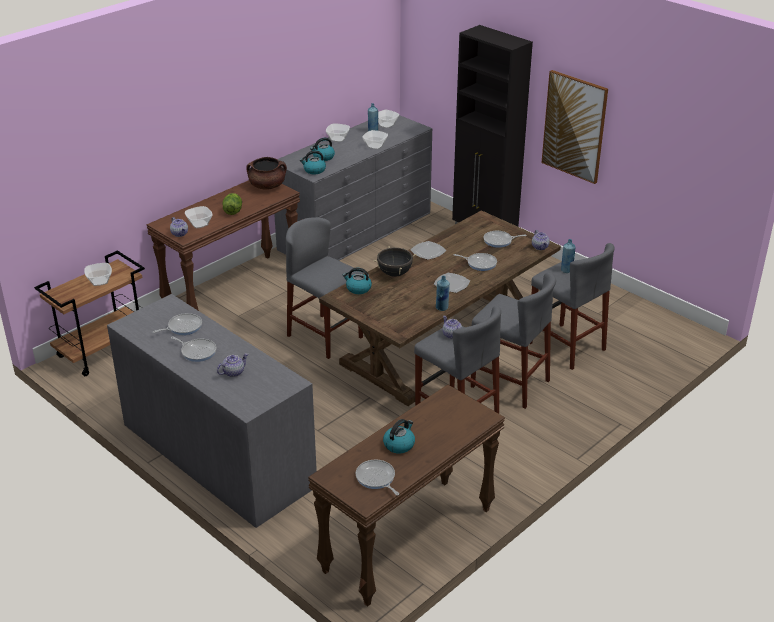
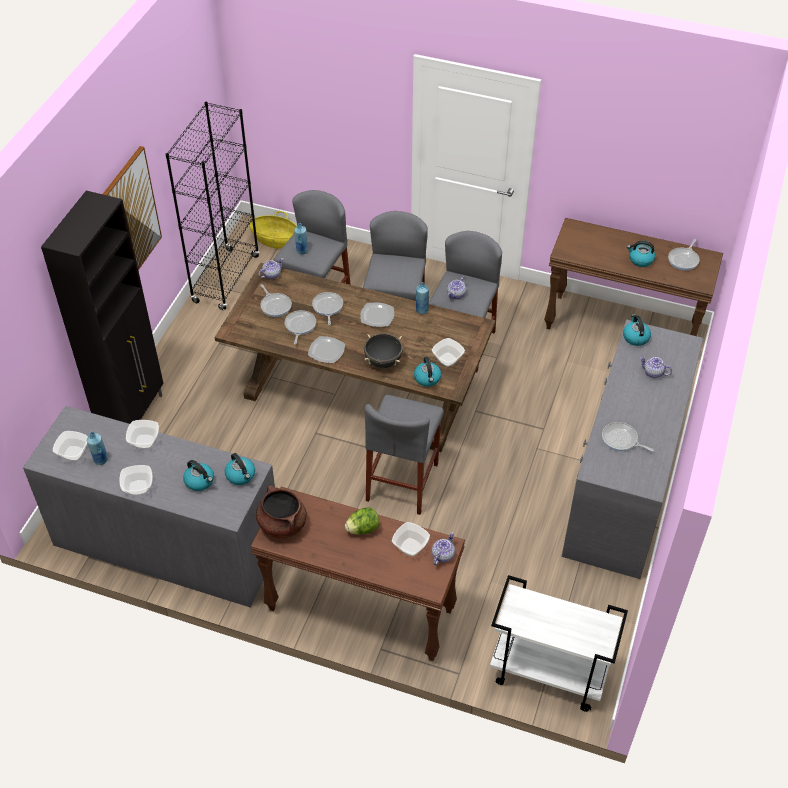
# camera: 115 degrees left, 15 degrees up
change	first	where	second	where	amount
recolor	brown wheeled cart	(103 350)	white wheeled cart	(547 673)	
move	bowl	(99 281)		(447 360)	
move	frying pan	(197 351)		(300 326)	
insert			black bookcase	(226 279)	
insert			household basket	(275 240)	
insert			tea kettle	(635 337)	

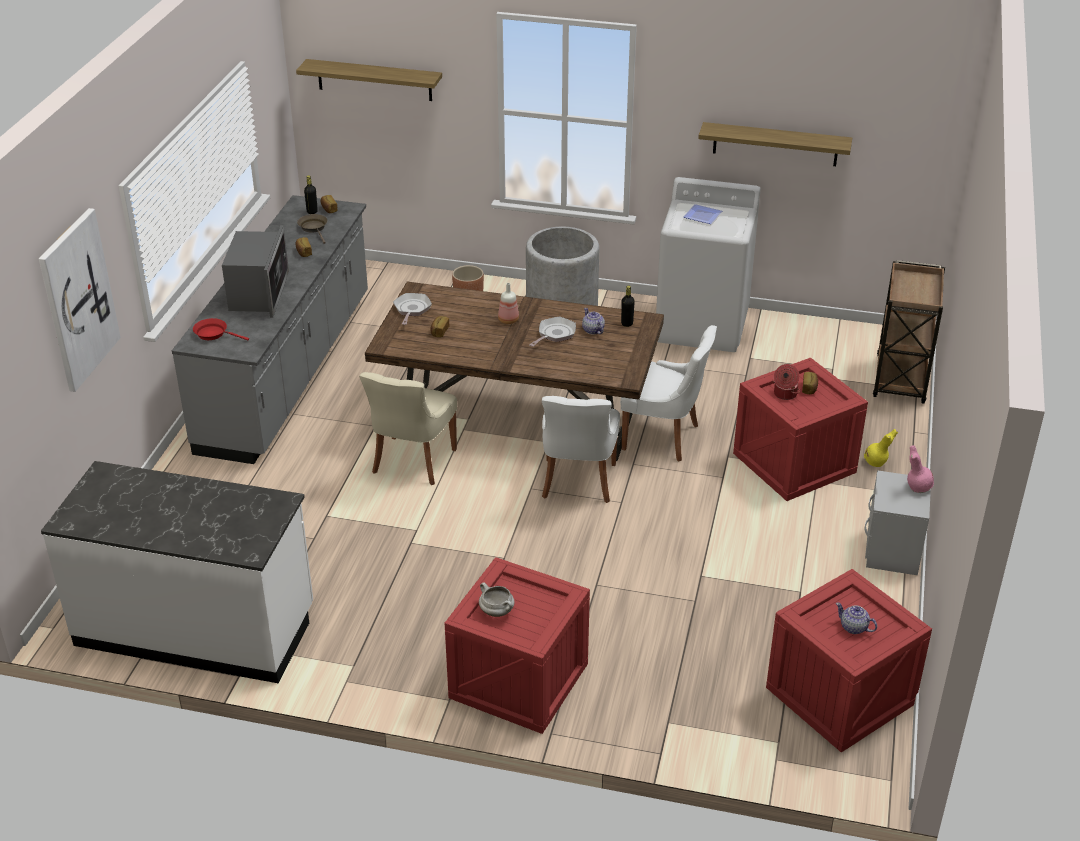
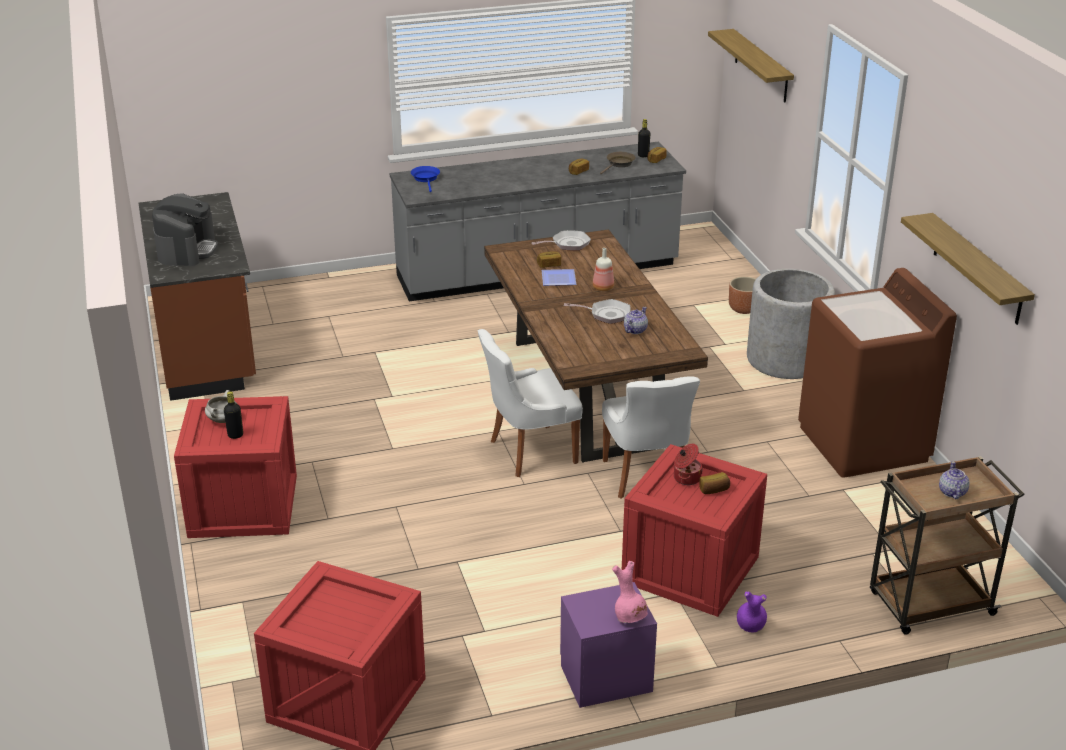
# camera: 60 degrees right, 5 degrees down
change	first	where	second	where	amount
recolor	white laundry machine	(702 325)	brown laundry machine	(863 444)	
move	plate	(703 216)		(557 280)	
delete	wall art	(77 299)			
delete	microwave	(259 293)			
move	black bottle	(627 323)		(235 435)	
recolor	reddish frying pan	(214 334)	blue frying pan	(426 179)	
delete	sand-coloured plain chair	(412 462)			
recolor	yellowish flower vase	(875 463)	purple-coloured flower vase	(750 626)	
recolor	white kitchen counter	(196 627)	brown kitchen counter	(207 347)	
recolor	greyish nightstand	(892 550)	purple-coloured nightstand	(606 678)	
move	tea pot	(854 628)		(952 492)	
insert			coffee maker	(187 250)	

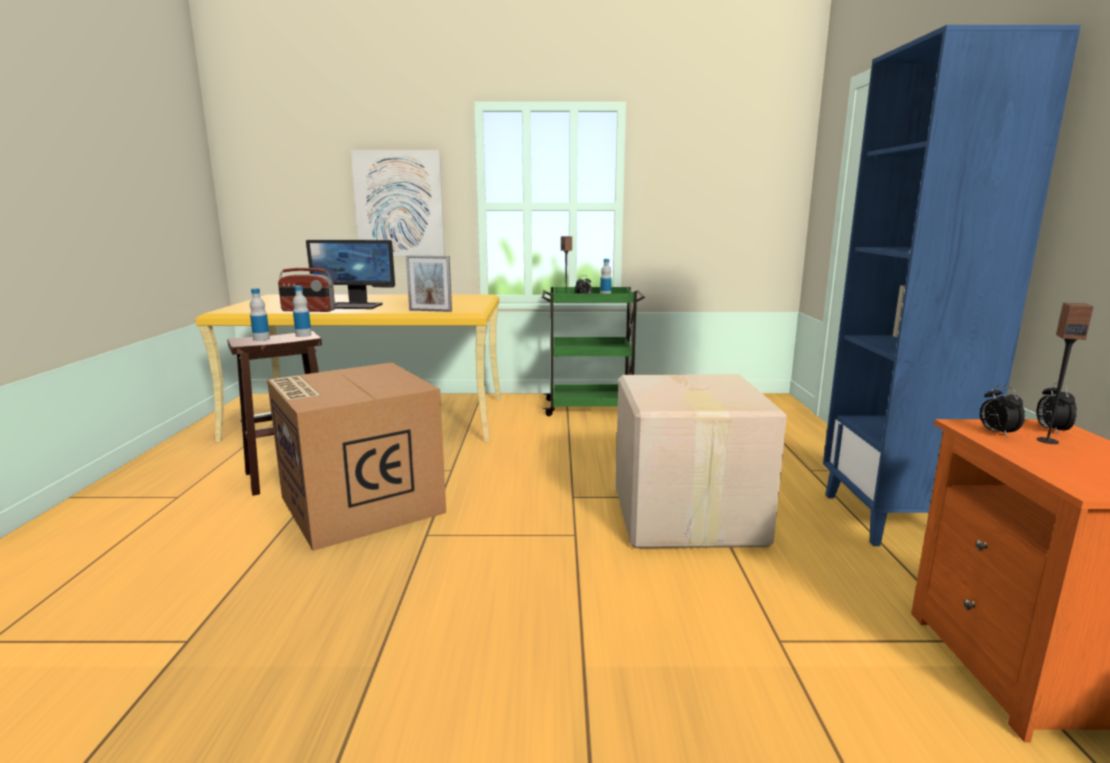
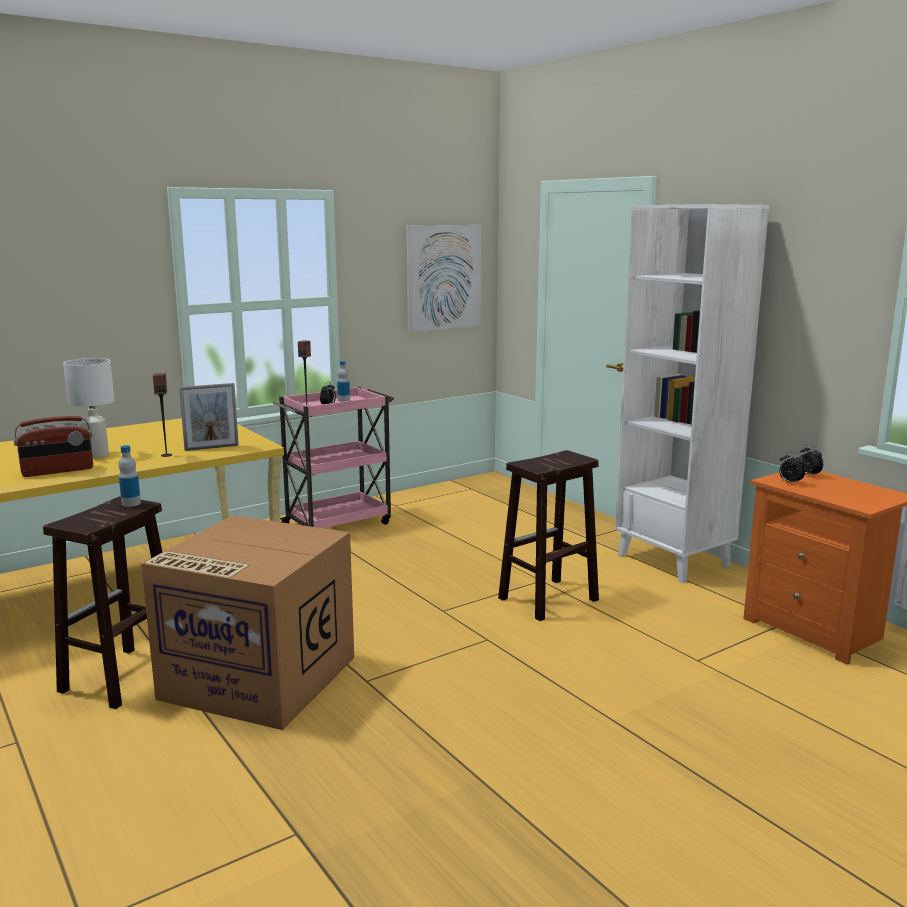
# camera: 35 degrees left, 0 degrees up
change	first	where	second	where	amount
recolor	blue bookcase	(892 519)	white bookcase	(674 560)	
move	wall art	(399 204)		(444 277)	
replace	monitor	(354 306)	white lamp for a table	(98 455)	
recolor	greenish wheeled cart	(590 408)	pink wheeled cart	(338 524)	
delete	bottle	(261 339)			
move	loudspeaker	(1047 441)		(166 455)	
replace	cardboard box	(685 516)	brown sitting stool	(547 600)	

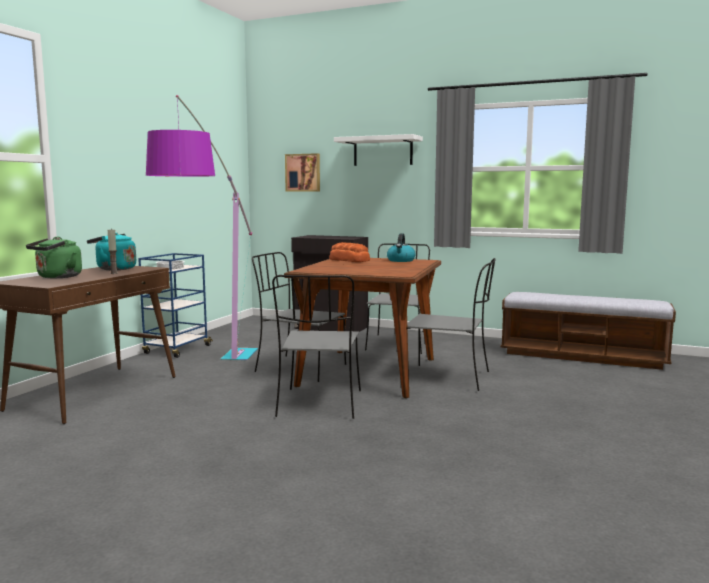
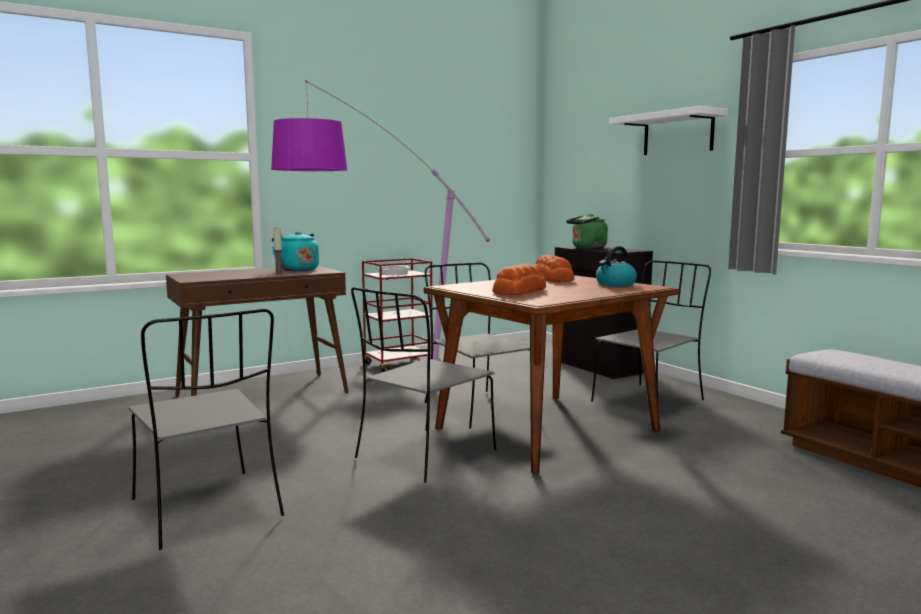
# camera: 35 degrees right, 0 degrees up
change	first	where	second	where	amount
delete	wall art	(303 172)			
move	greenish tea kettle	(57 277)		(587 248)	
recolor	blue wheeled cart	(177 350)	reddish wheeled cart	(399 365)	
move	greyish plain chair	(449 378)		(208 509)	
insert			bakery bread	(520 291)	

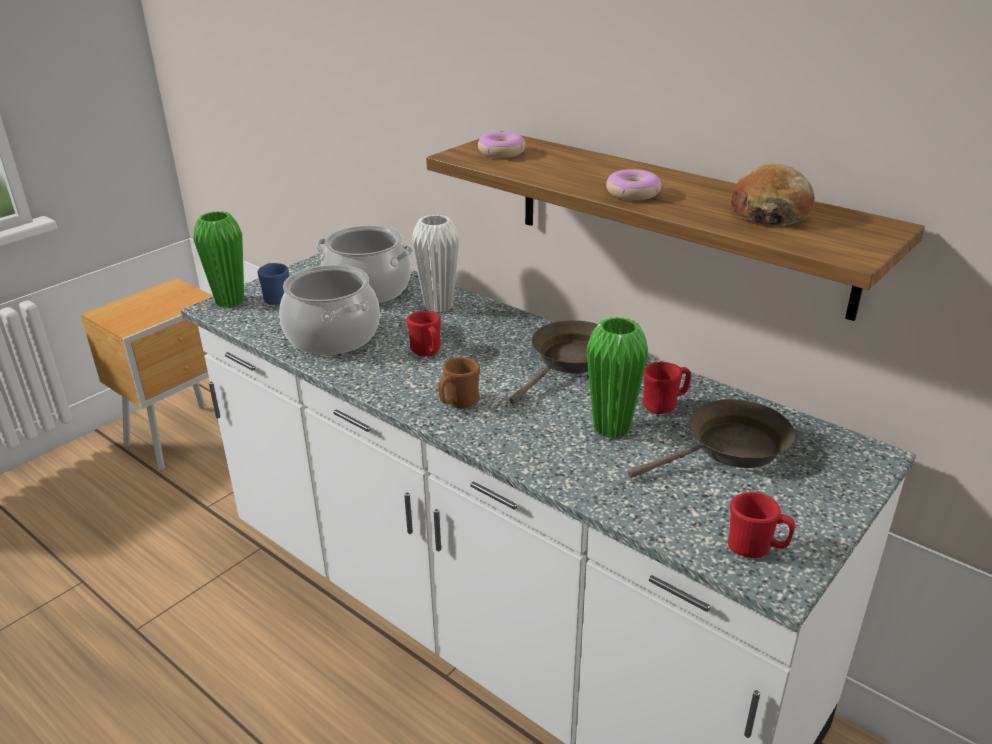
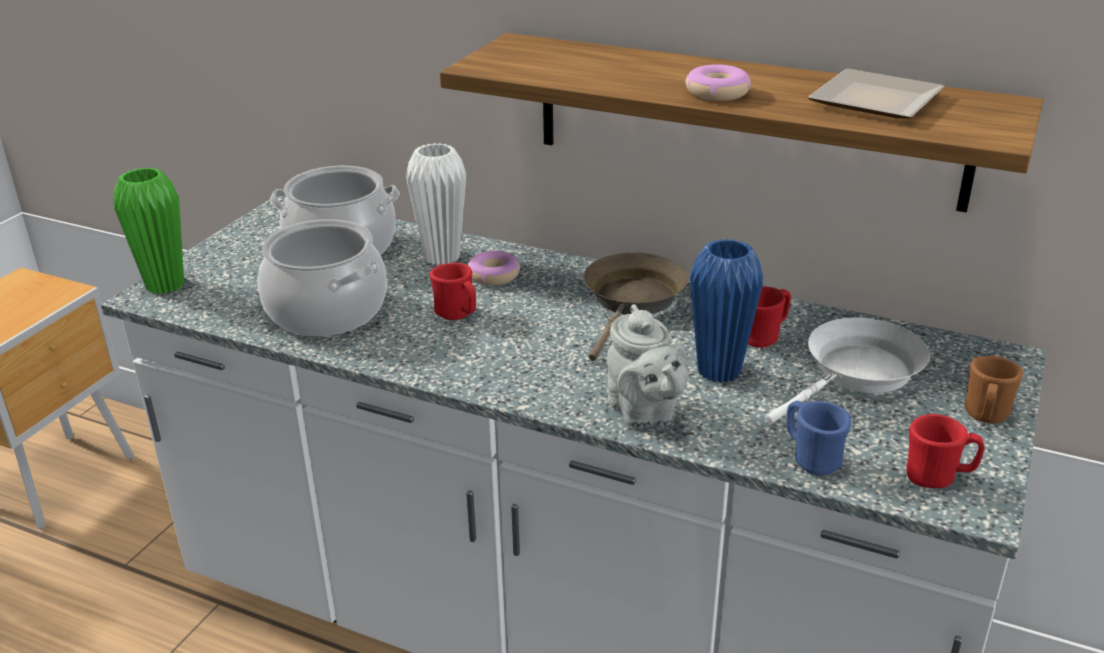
# camera: 15 degrees left, 0 degrees up
change	first	where	second	where	amount
move	ring doughnut	(501 152)		(494 275)	
replace	bakery bread	(769 213)	plate	(880 101)	
move	blue tea mug	(276 298)		(811 458)	
recolor	greenish flower vase	(611 428)	blue flower vase	(719 371)	
move	brown tea mug	(458 403)		(985 416)	
recolor	brown frying pan	(730 448)	white frying pan	(858 374)	
insert			greyish tea pot	(644 413)	

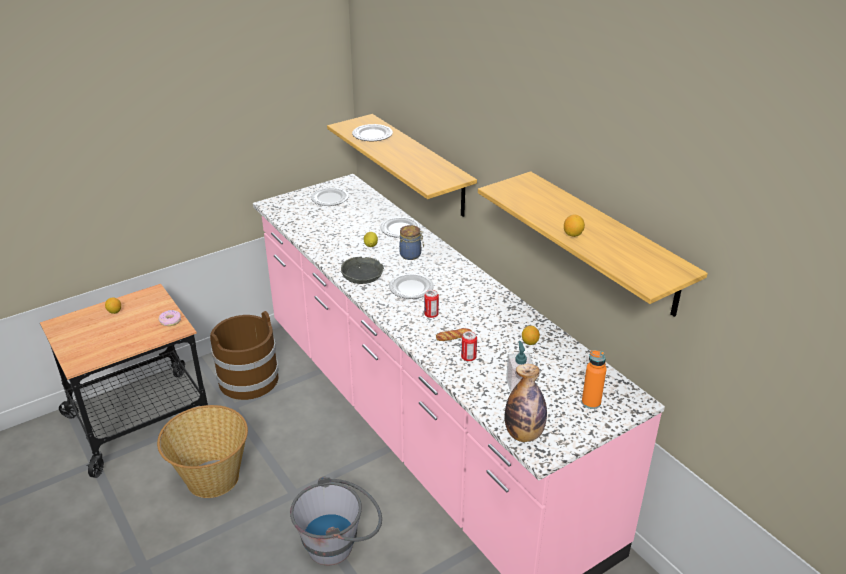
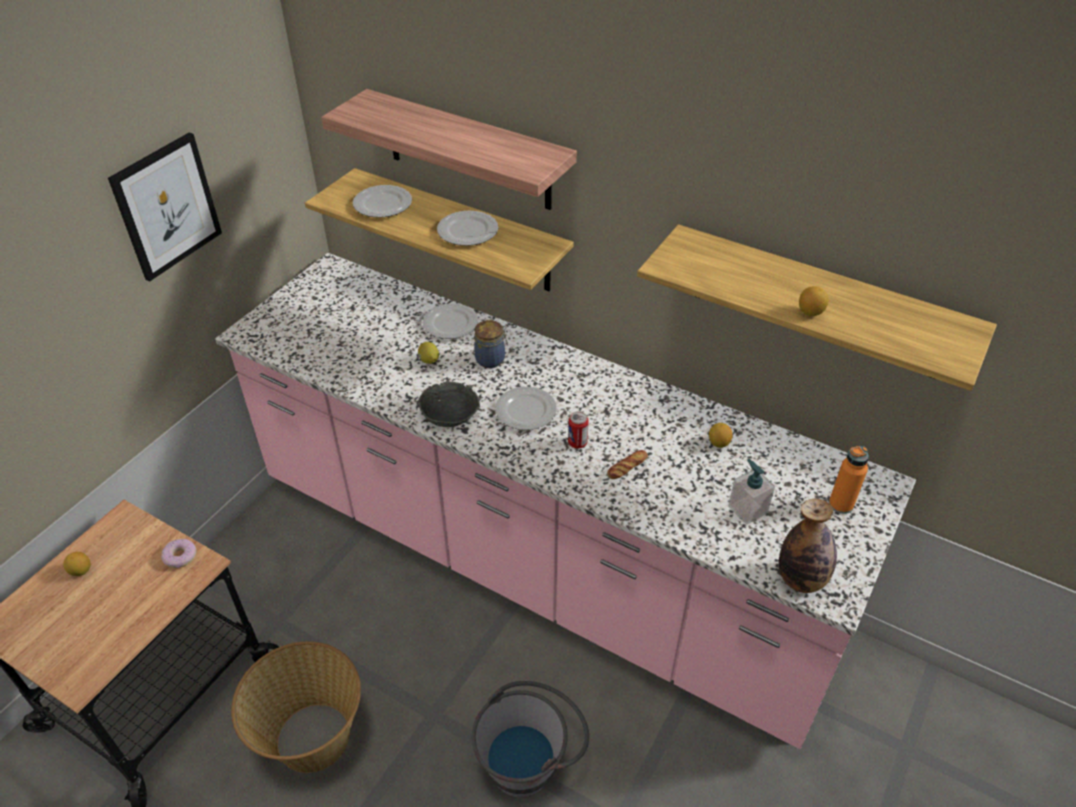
# camera: 25 degrees left, 10 degrees up
change	first	where	second	where	amount
move	plate	(330 199)		(468 231)	
delete	brown water bucket	(249 379)			
delete	metal can	(468 357)			
insert			shelf	(468 151)	
insert			wall art	(167 206)	

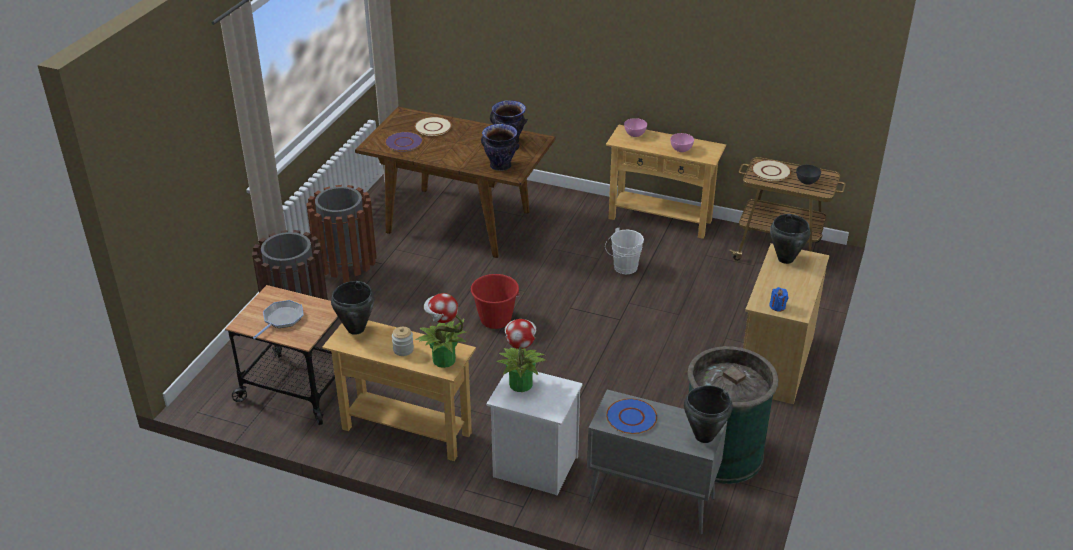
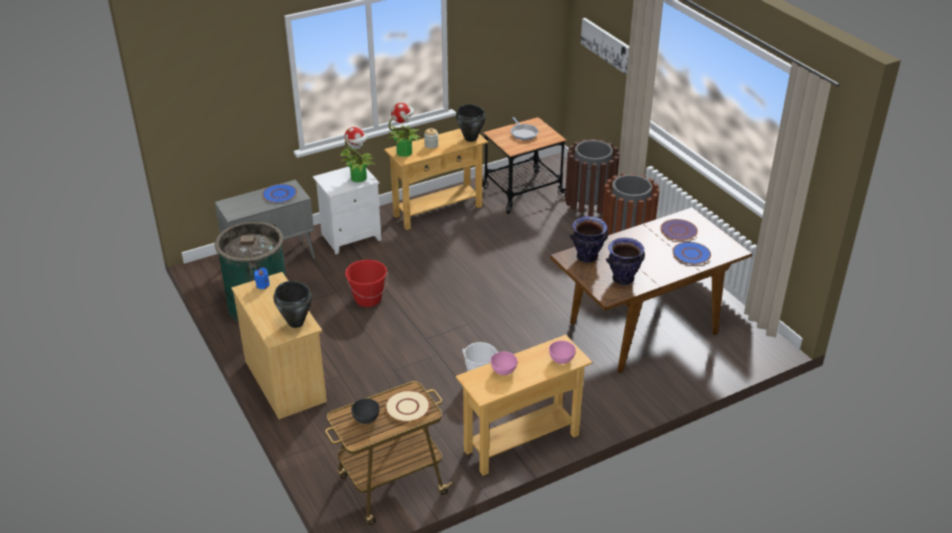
# camera: 130 degrees right, 0 degrees up
change	first	where	second	where	amount
recolor	sand-coloured plate	(433 127)	blue plate	(691 254)	
move	reddish water bucket	(495 320)		(368 299)	
delete	black cooking pot	(703 436)			
insert			wall art	(607 45)	

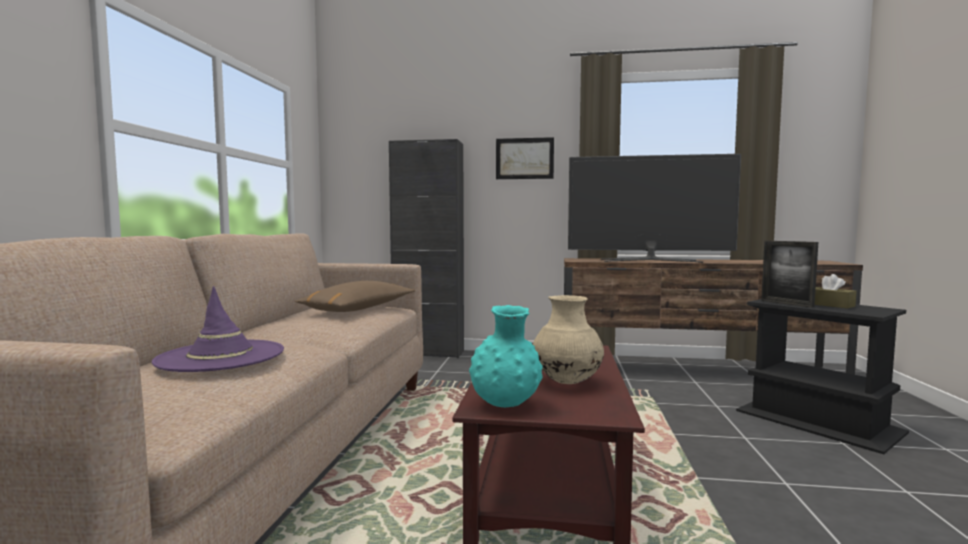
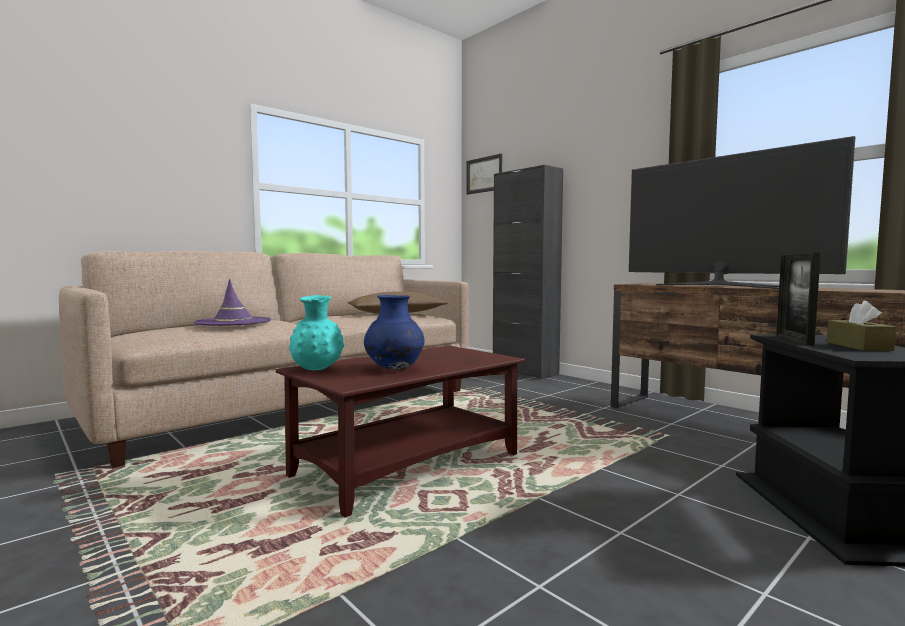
# camera: 40 degrees right, 0 degrees up
change	first	where	second	where	amount
move	wall art	(524 158)		(484 174)	
recolor	sand-coloured flower vase	(567 382)	blue flower vase	(394 368)	

